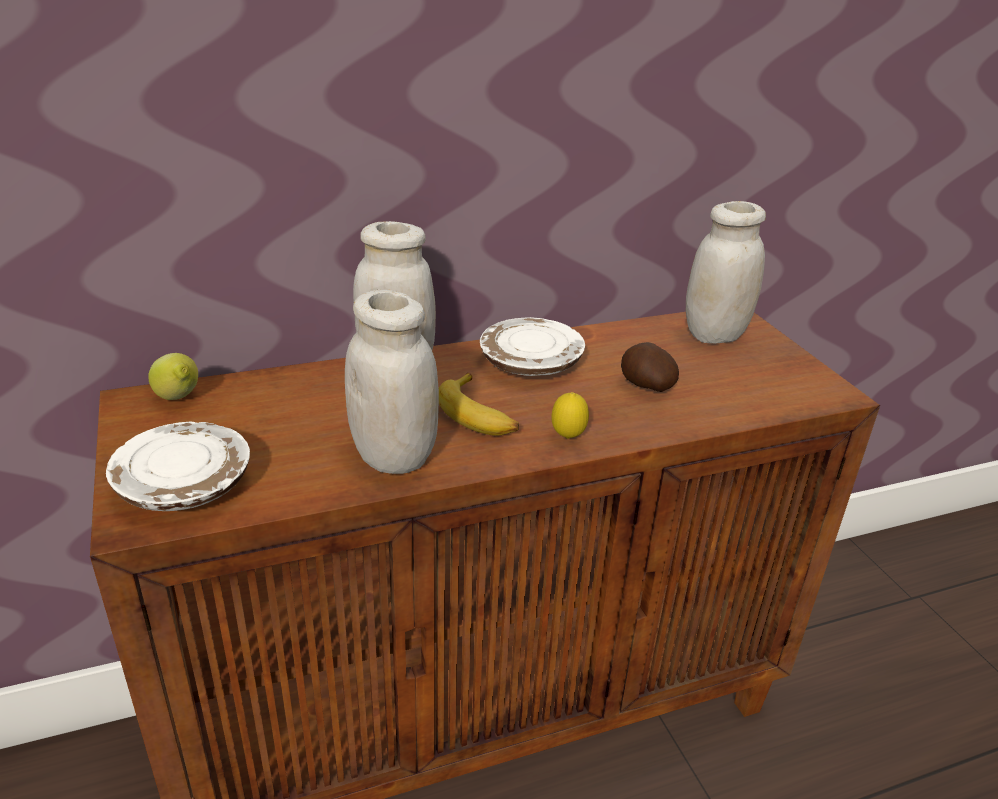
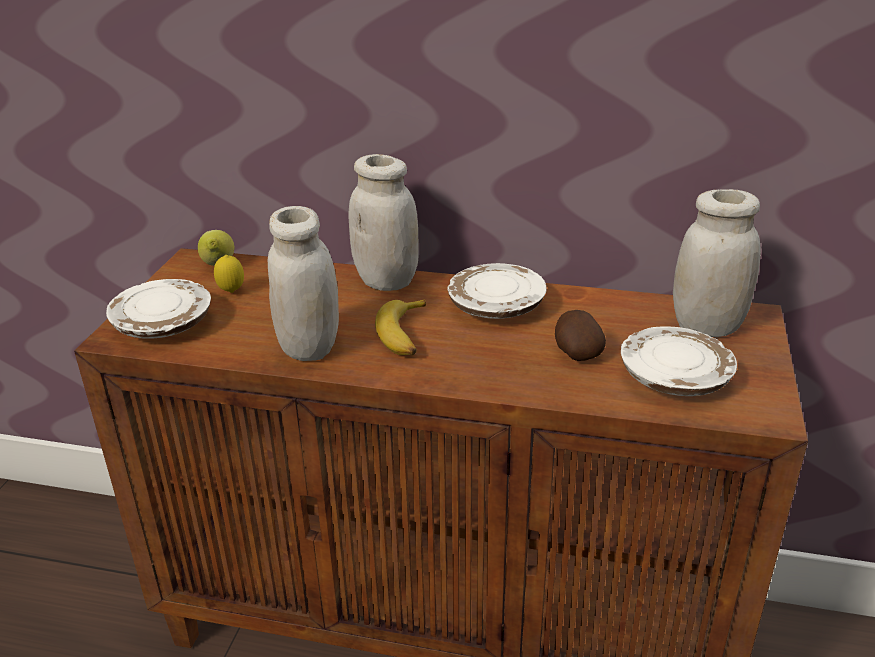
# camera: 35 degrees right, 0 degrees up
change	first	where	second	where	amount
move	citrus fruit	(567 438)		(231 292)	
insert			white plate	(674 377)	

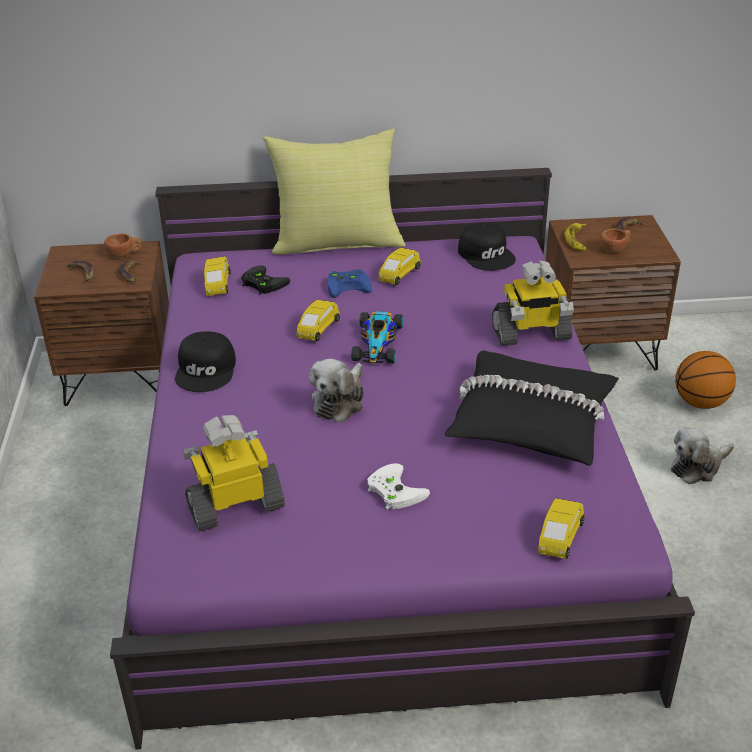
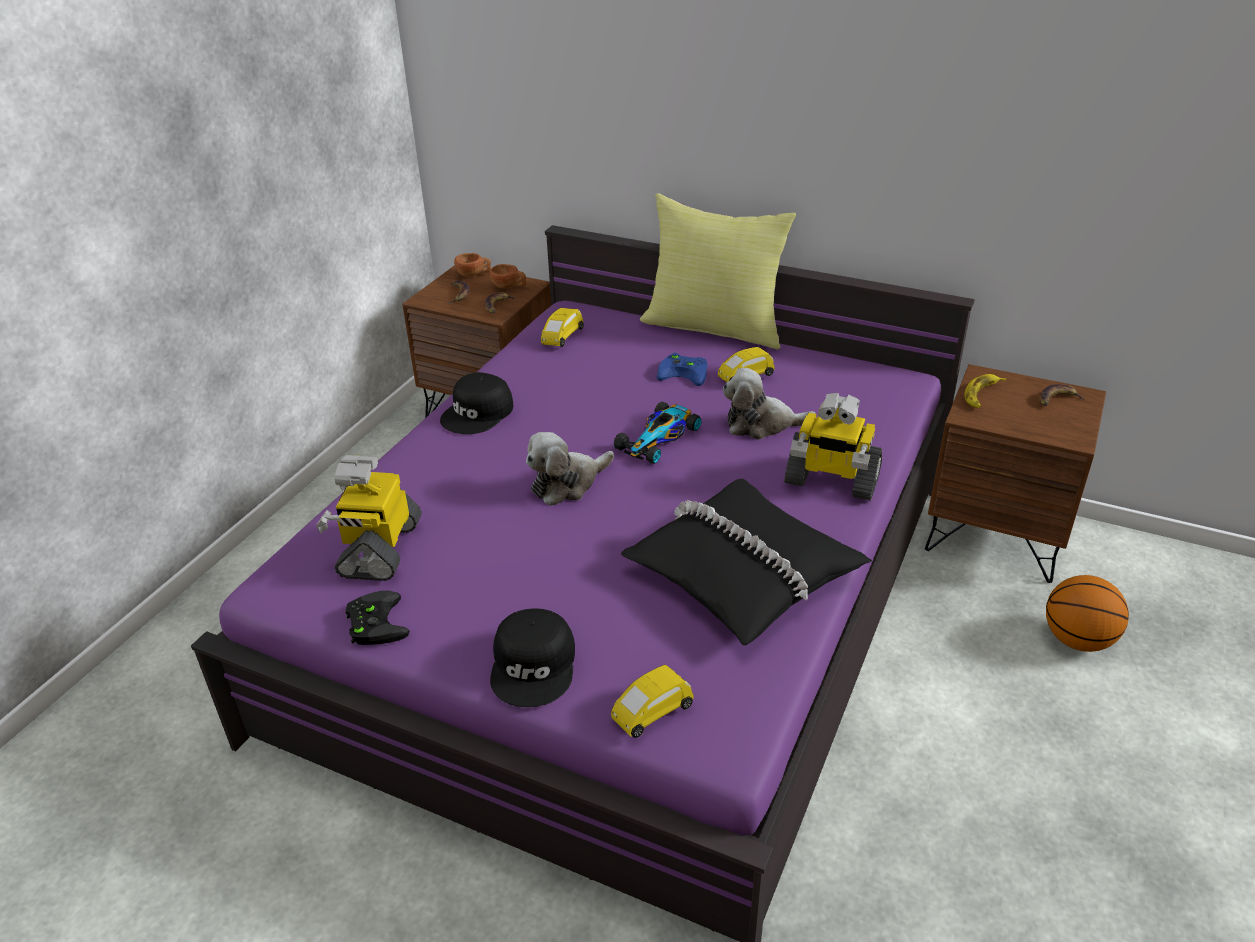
# camera: 30 degrees right, 0 degrees up
change	first	where	second	where	amount
move	black cap	(487 254)		(535 665)	
move	brown small cup	(615 249)		(474 274)	
move	black joypad	(262 283)		(374 622)	
delete	yellowish toy car	(317 330)			
rotate	toy robot	(235 505)		(379 548)	90 degrees counterclockwise
move	cuddly toy	(698 466)		(761 424)	
delete	white joypad	(393 490)			

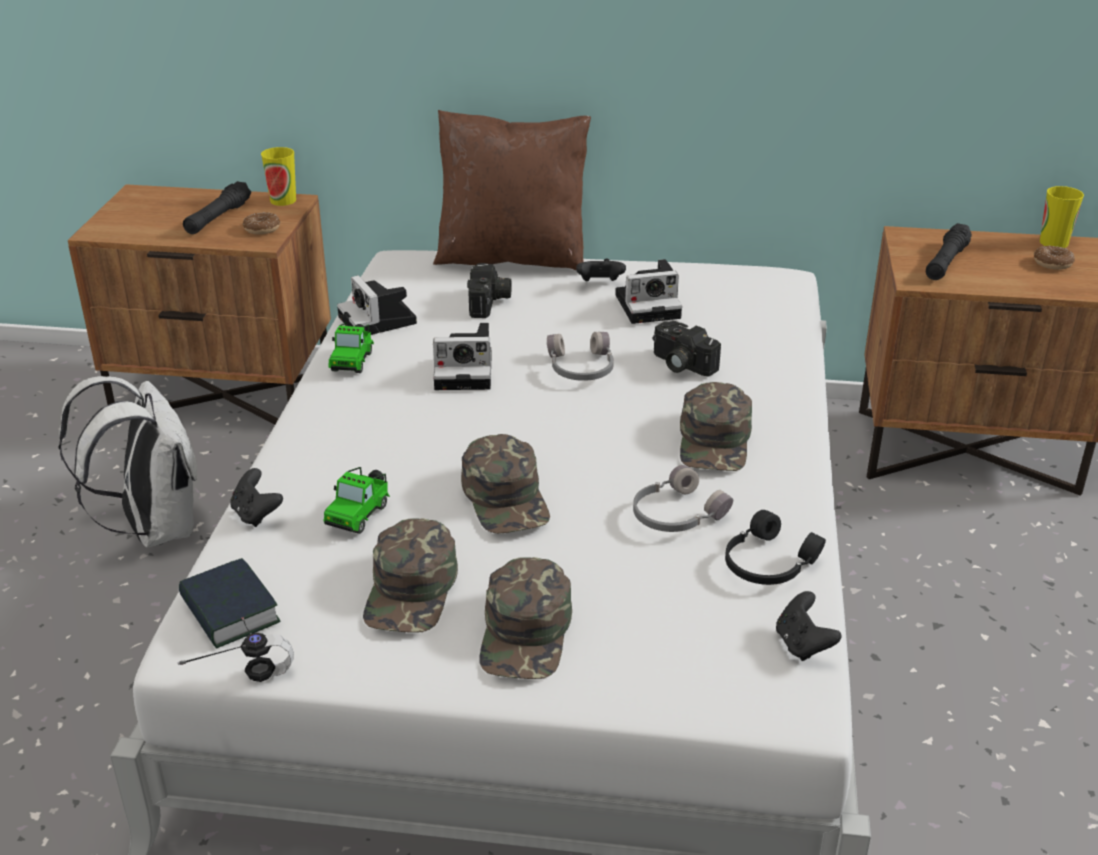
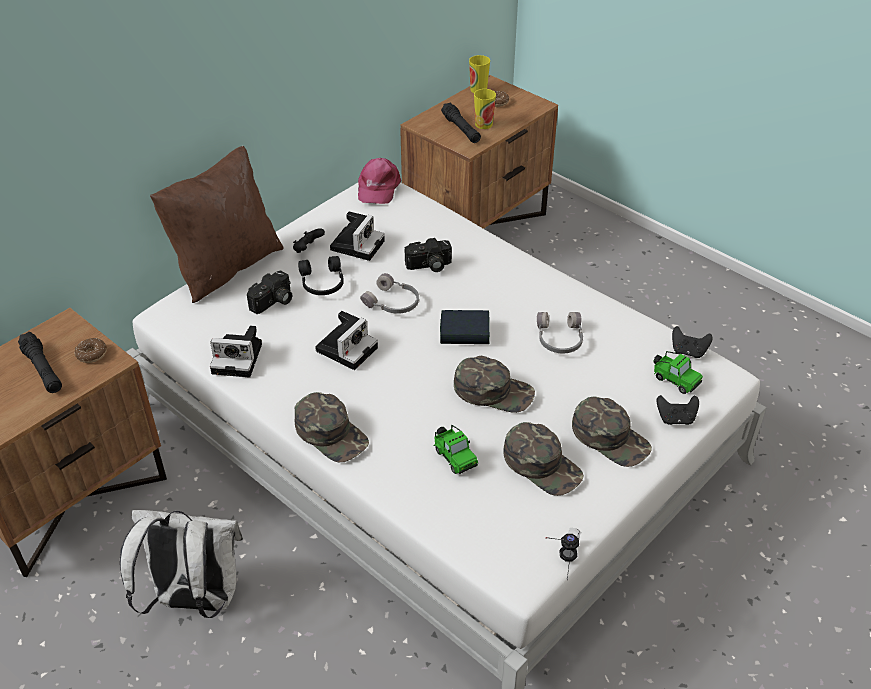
# camera: 55 degrees left, 10 degrees up
change	first	where	second	where	amount
move	small cup	(283 200)		(483 124)	
rotate	photo camera	(490 303)		(273 302)	90 degrees clockwise
move	toy car	(352 360)		(674 379)	
move	greenish cap	(715 440)		(331 433)	
move	black joypad	(256 514)		(675 419)	
move	black headphones	(767 563)		(322 283)	
move	volume	(230 611)		(464 332)	
insert			pink cap	(378 187)	

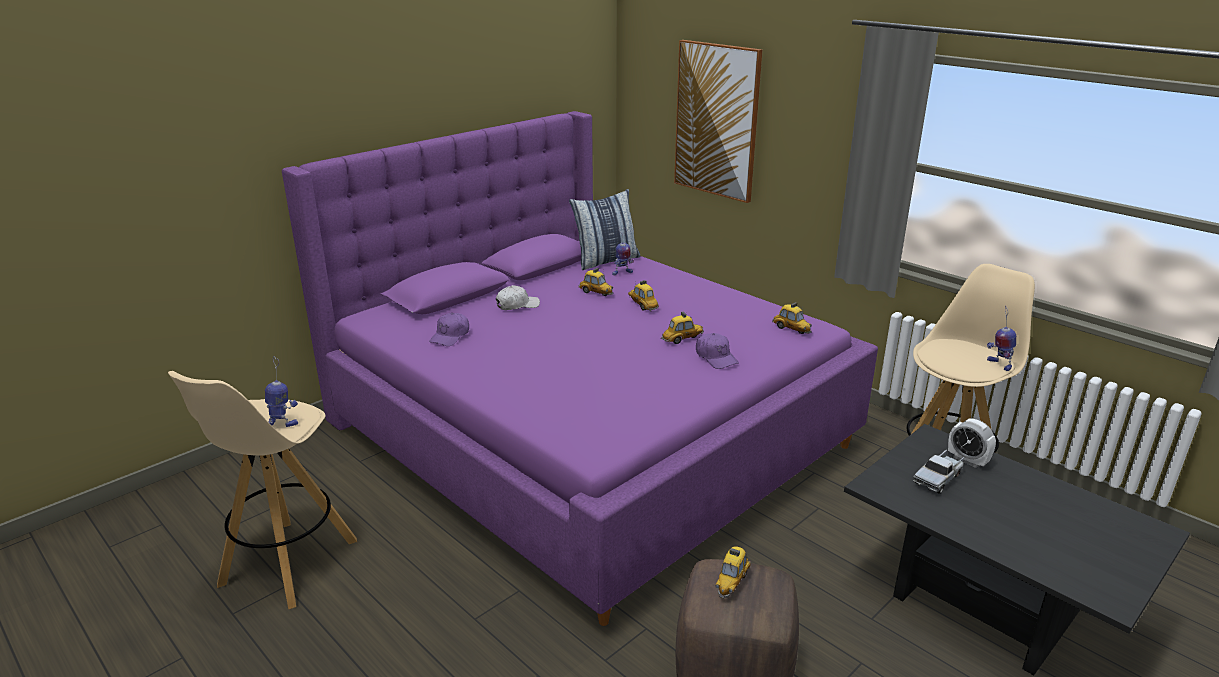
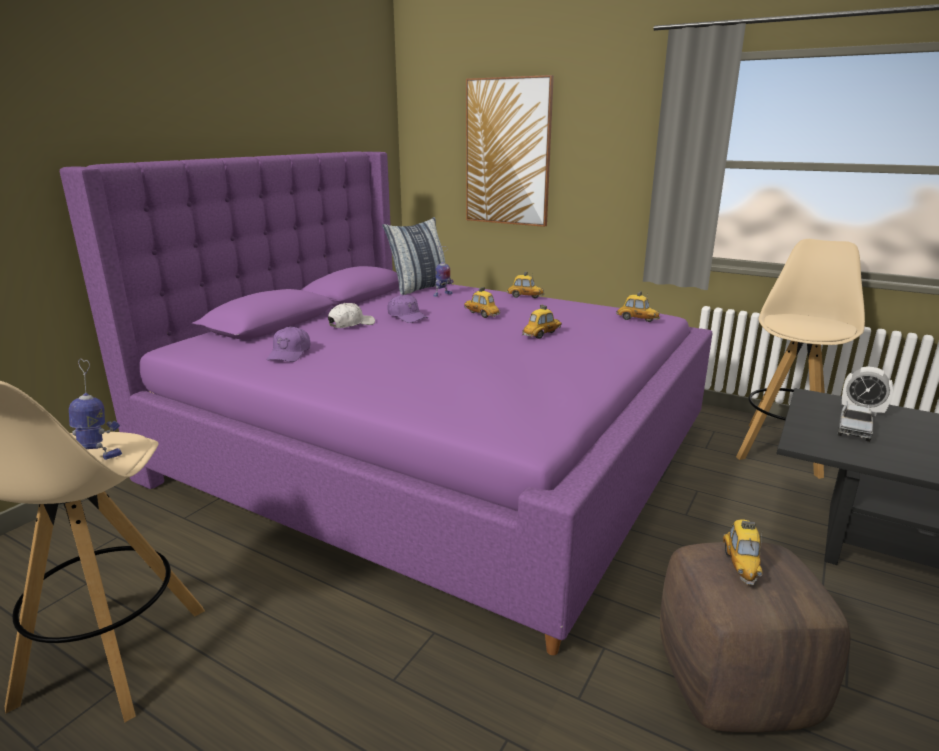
# camera: 15 degrees left, 5 degrees down
change	first	where	second	where	amount
move	toy car	(596 293)		(525 297)	
delete	toy robot	(999 364)			
move	purple-coloured cap	(716 357)		(407 317)	

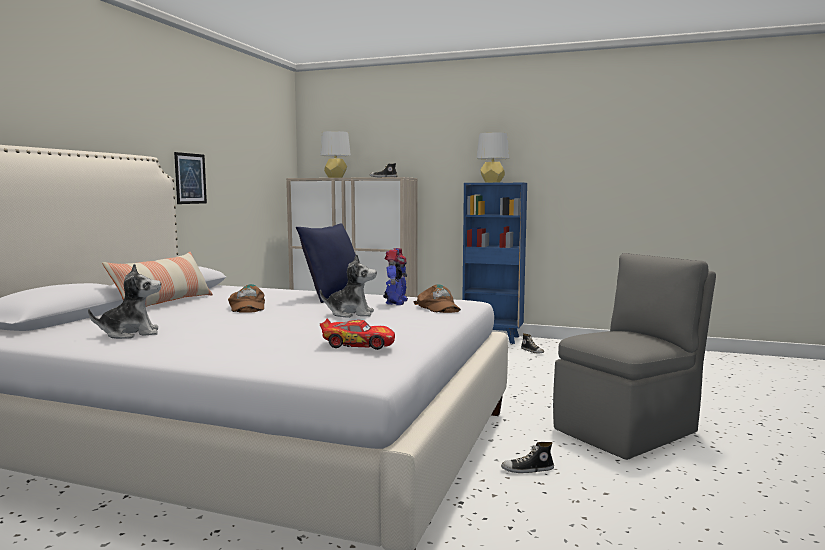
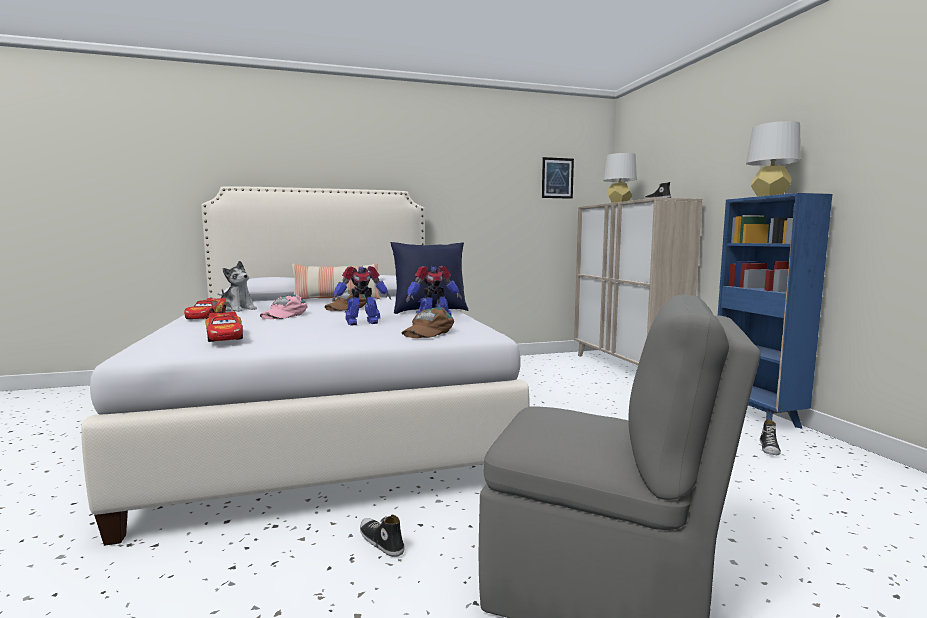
# camera: 55 degrees right, 0 degrees up
change	first	where	second	where	amount
move	wall art	(190 178)		(557 178)	
replace	cuddly toy	(351 314)	toy robot	(361 323)	
insert			pink cap	(284 315)	
insert			toy car	(207 316)	

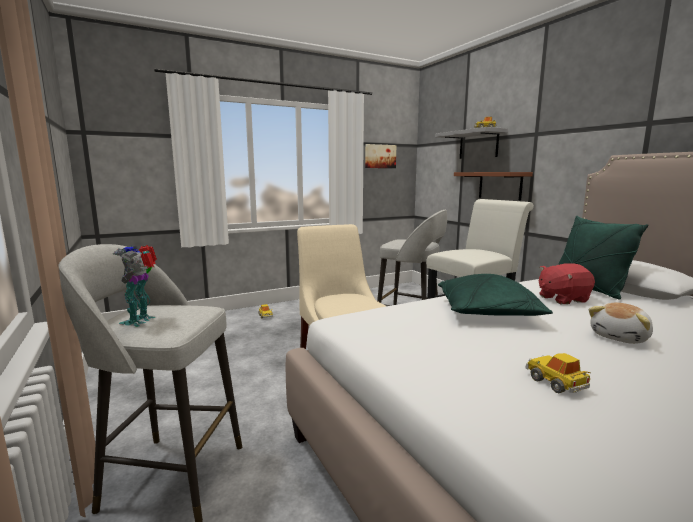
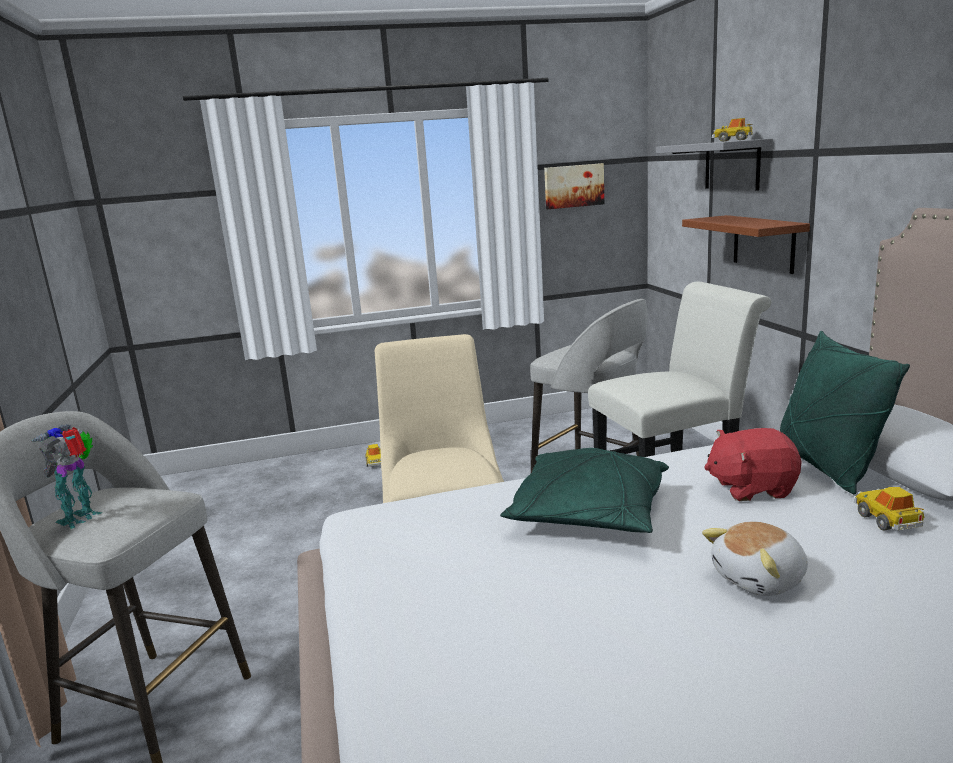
# camera: 15 degrees right, 5 degrees up
change	first	where	second	where	amount
move	toy car	(556 382)		(887 520)	

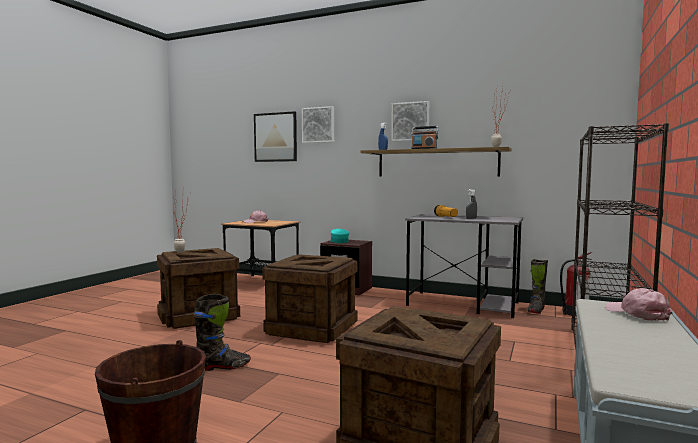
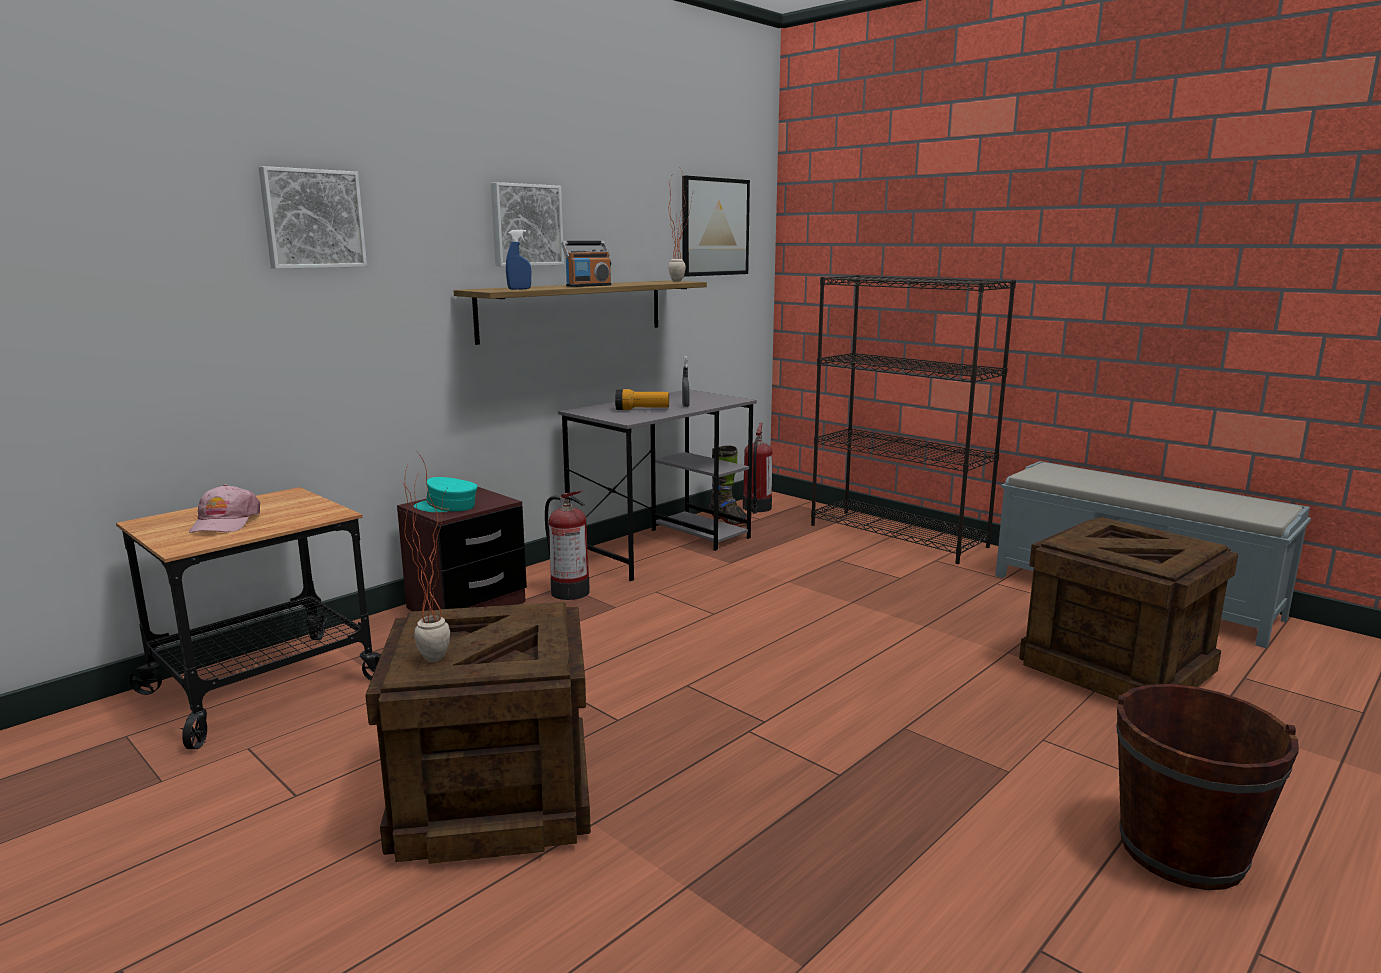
# camera: 70 degrees left, 10 degrees up
change	first	where	second	where	amount
move	wall art	(275 137)		(715 227)	
delete	packing crate	(312 328)			
delete	pink cap	(637 313)			
delete	black boot	(222 367)			
insert			fire extinguisher	(568 591)	

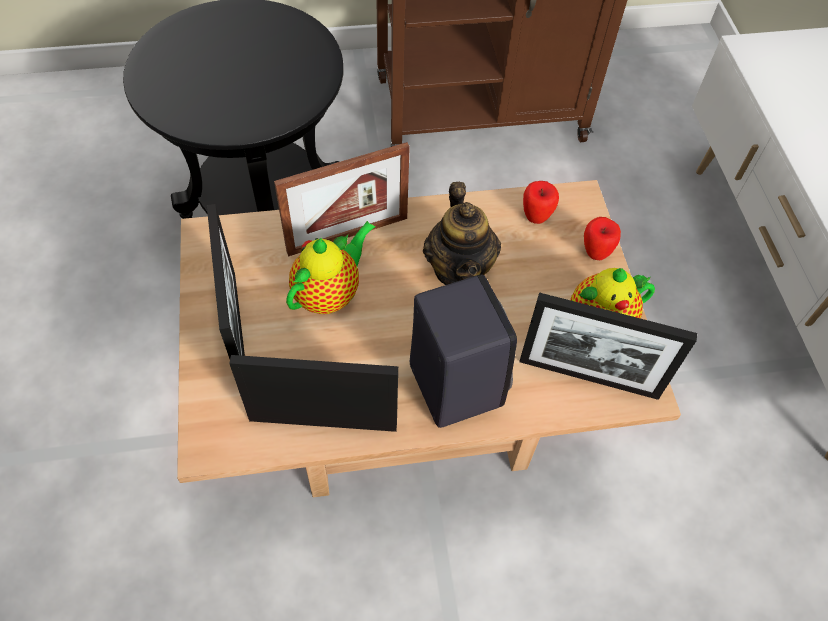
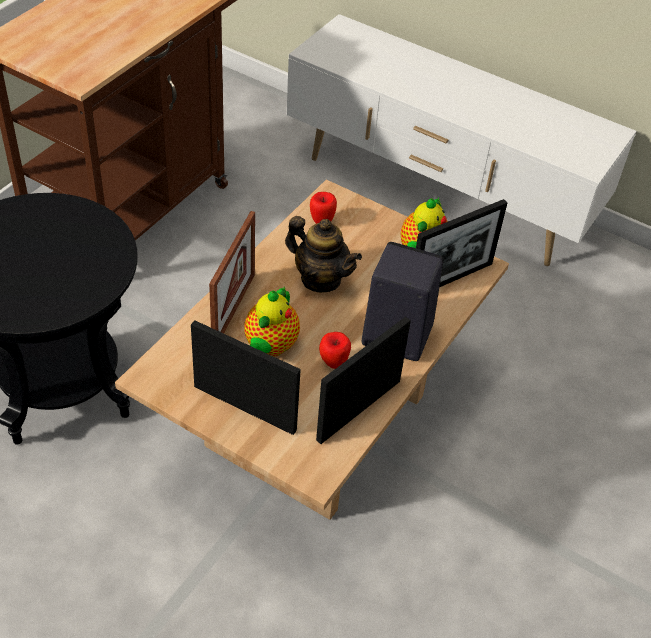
# camera: 50 degrees left, 10 degrees down
change	first	where	second	where	amount
move	whole apple	(595 253)		(333 363)	
rotate	tea pot	(330 294)		(269 347)	150 degrees counterclockwise

